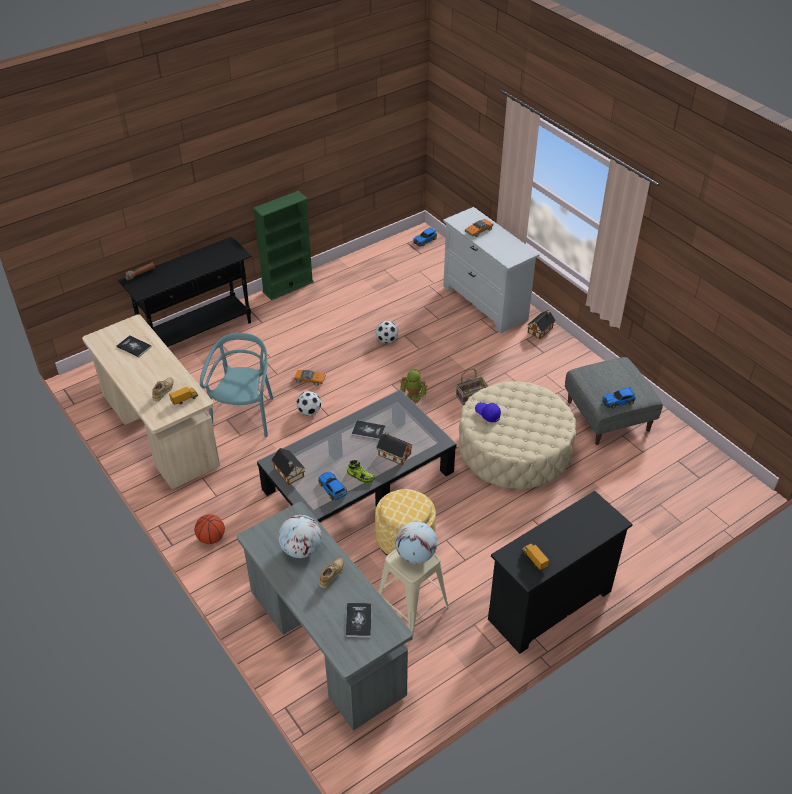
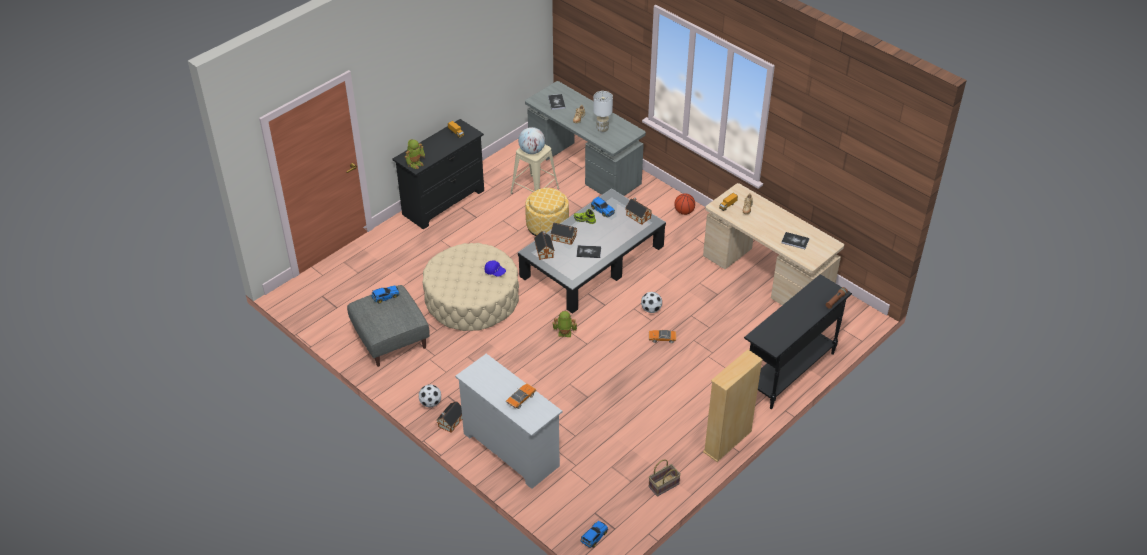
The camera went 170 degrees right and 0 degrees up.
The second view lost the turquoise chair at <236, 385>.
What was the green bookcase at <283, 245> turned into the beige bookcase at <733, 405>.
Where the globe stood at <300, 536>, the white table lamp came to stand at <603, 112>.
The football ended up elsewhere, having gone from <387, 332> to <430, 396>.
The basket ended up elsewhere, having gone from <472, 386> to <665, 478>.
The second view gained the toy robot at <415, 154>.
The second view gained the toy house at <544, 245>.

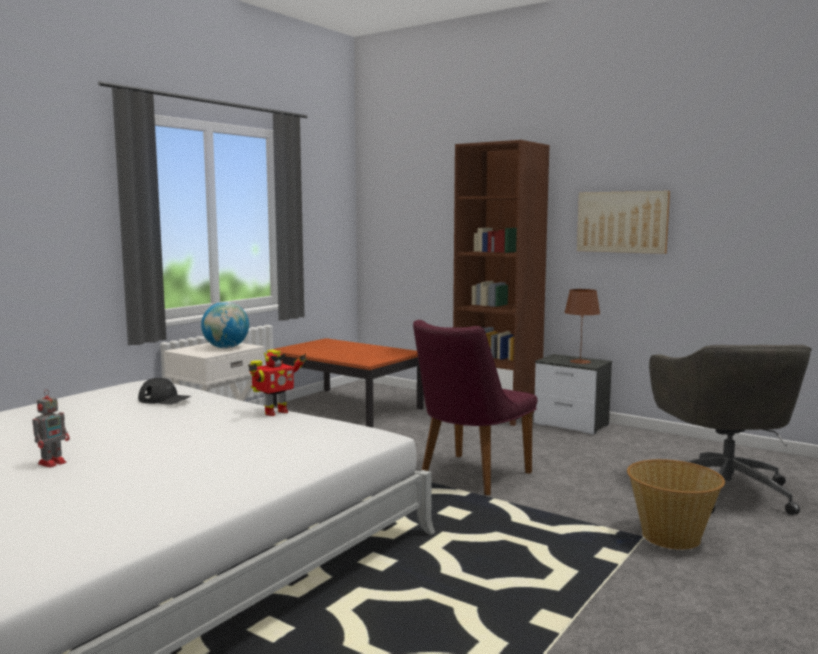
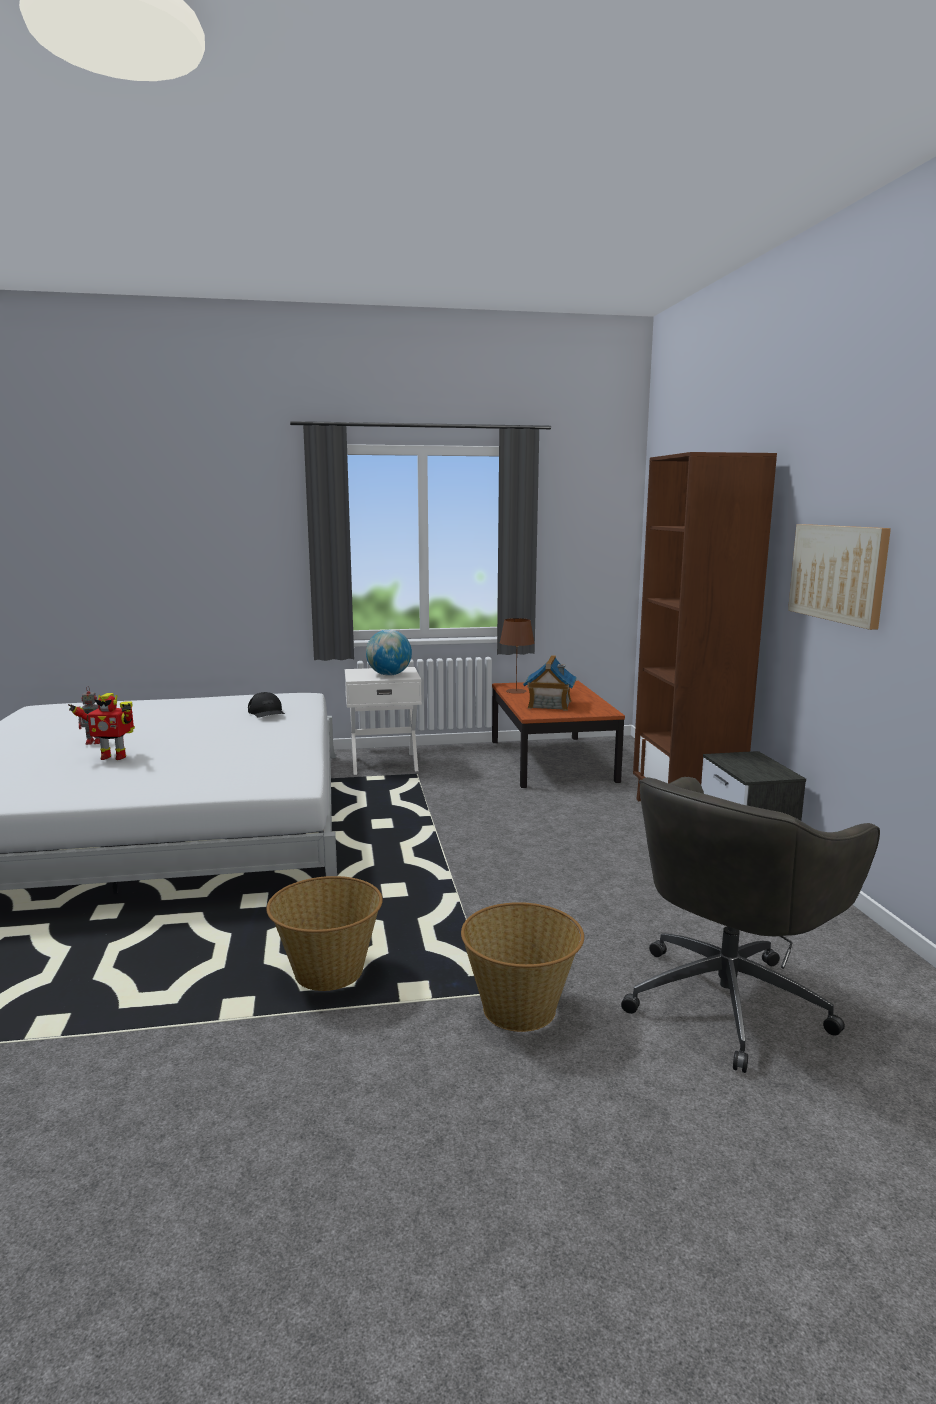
The camera went 45 degrees right and 5 degrees up.
The toy robot ended up elsewhere, having gone from <277, 383> to <101, 726>.
The second view lost the purple chair at <475, 407>.
The brown table lamp ended up elsewhere, having gone from <582, 326> to <517, 656>.
The second view gained the basket at <324, 933>.
The second view gained the toy house at <550, 683>.

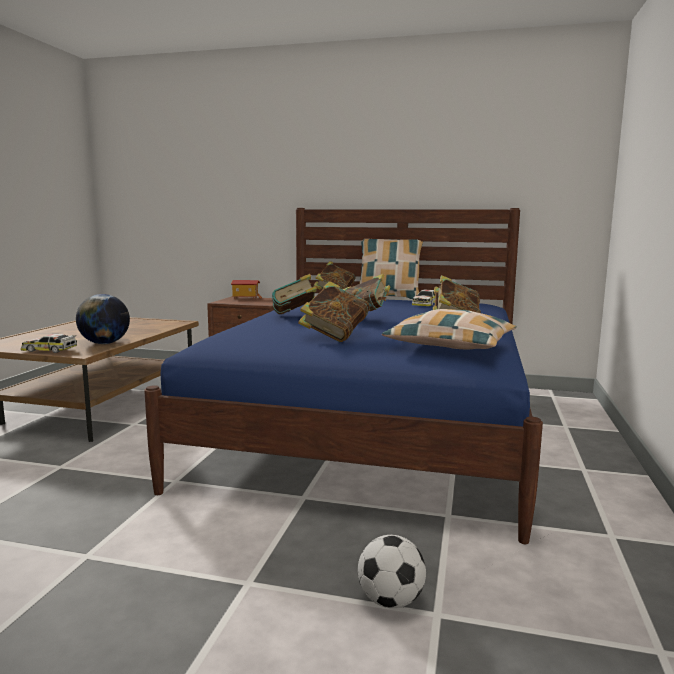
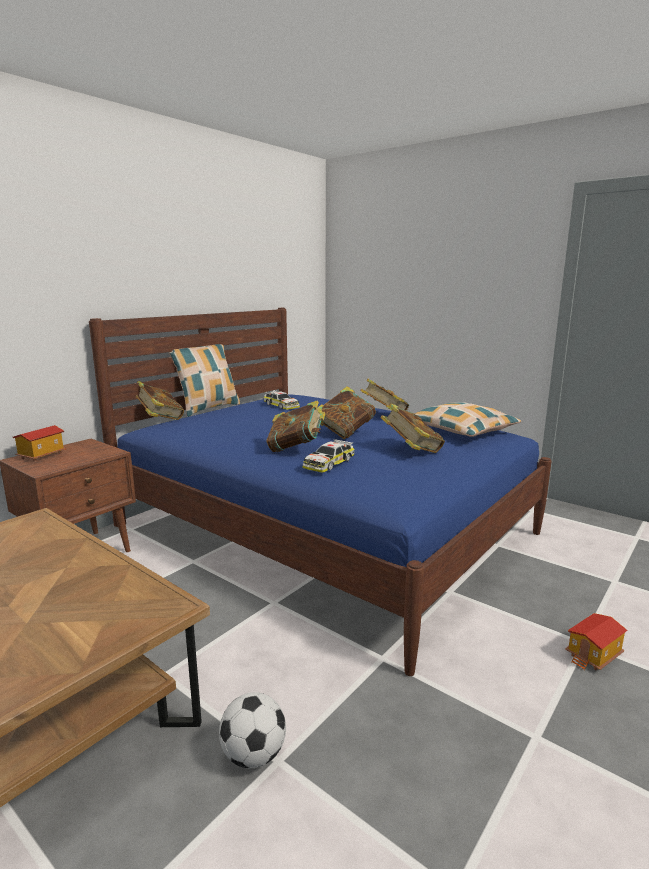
The camera went 65 degrees left and 5 degrees up.
The toy car ended up elsewhere, having gone from <49, 343> to <329, 456>.
The second view lost the globe at <103, 319>.
The football ended up elsewhere, having gone from <392, 571> to <252, 730>.
The second view gained the toy house at <596, 641>.

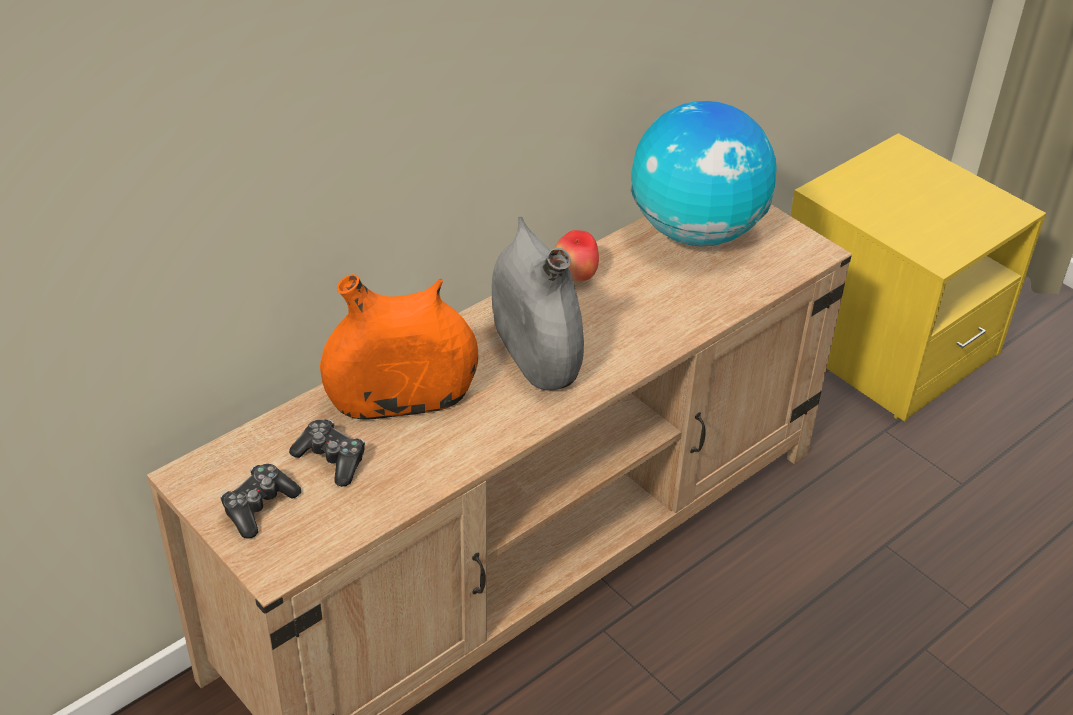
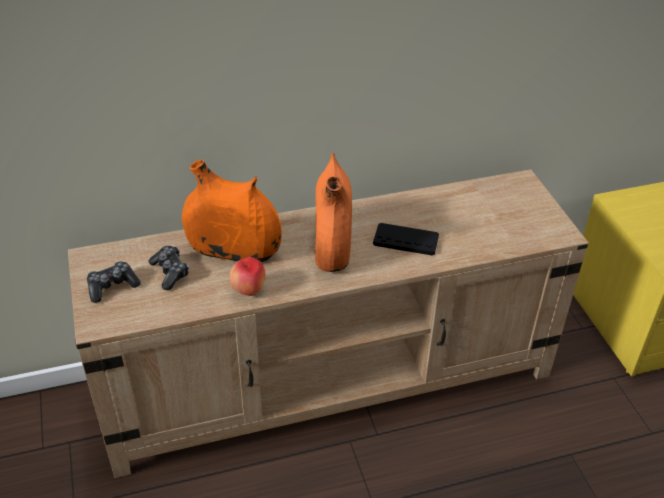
The camera went 25 degrees right and 0 degrees up.
What was the grey vase at <538, 304> turned into the orange vase at <333, 212>.
The apple ended up elsewhere, having gone from <577, 256> to <247, 276>.
The second view lost the globe at <704, 173>.
The second view gained the black game controller at <406, 239>.

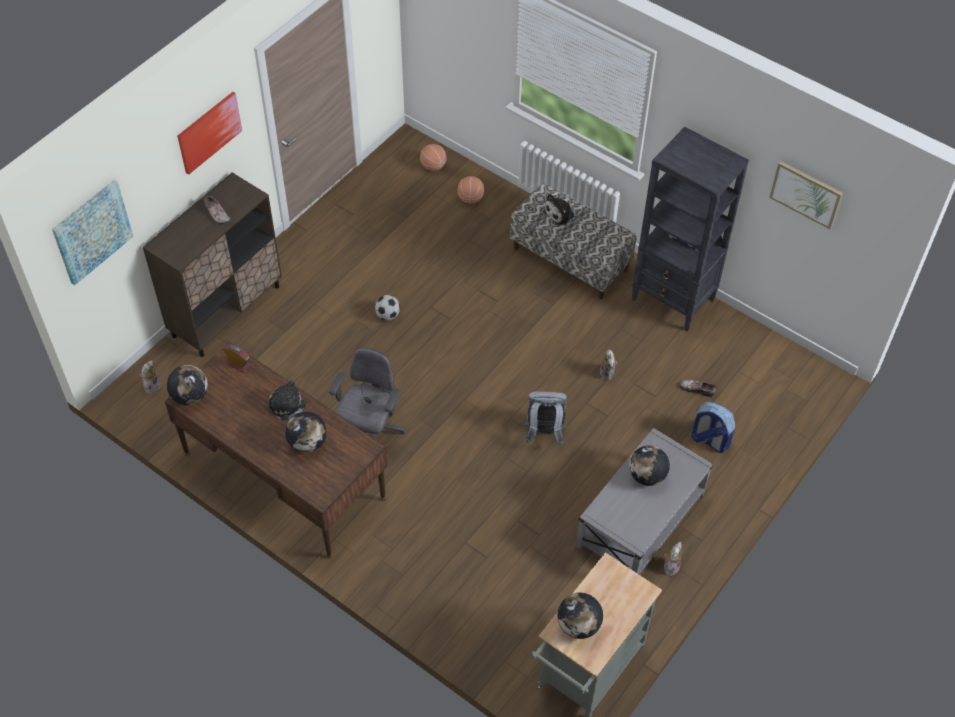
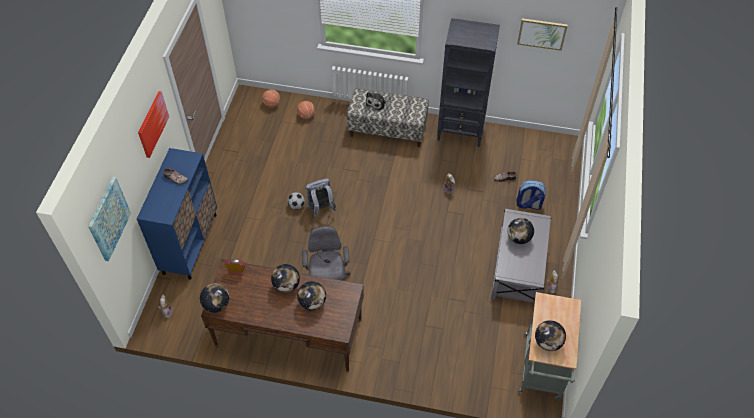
The camera went 25 degrees left and 0 degrees up.
What was the brown cabinet at <212, 265> turned into the blue cabinet at <177, 214>.
Where the plush toy stood at <287, 401>, the globe came to stand at <285, 278>.
The grey backpack ended up elsewhere, having gone from <545, 418> to <321, 197>.

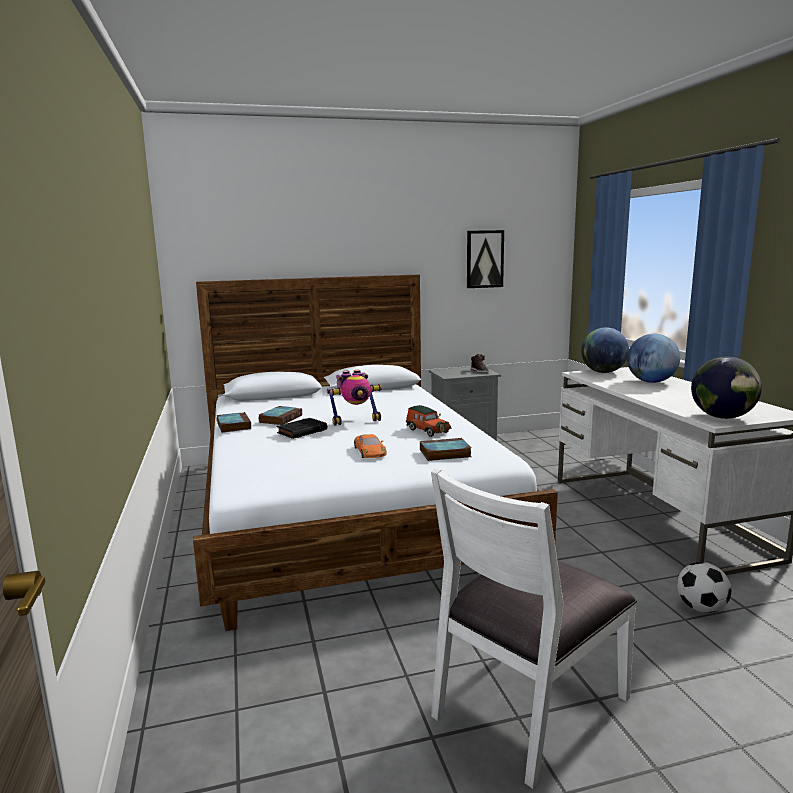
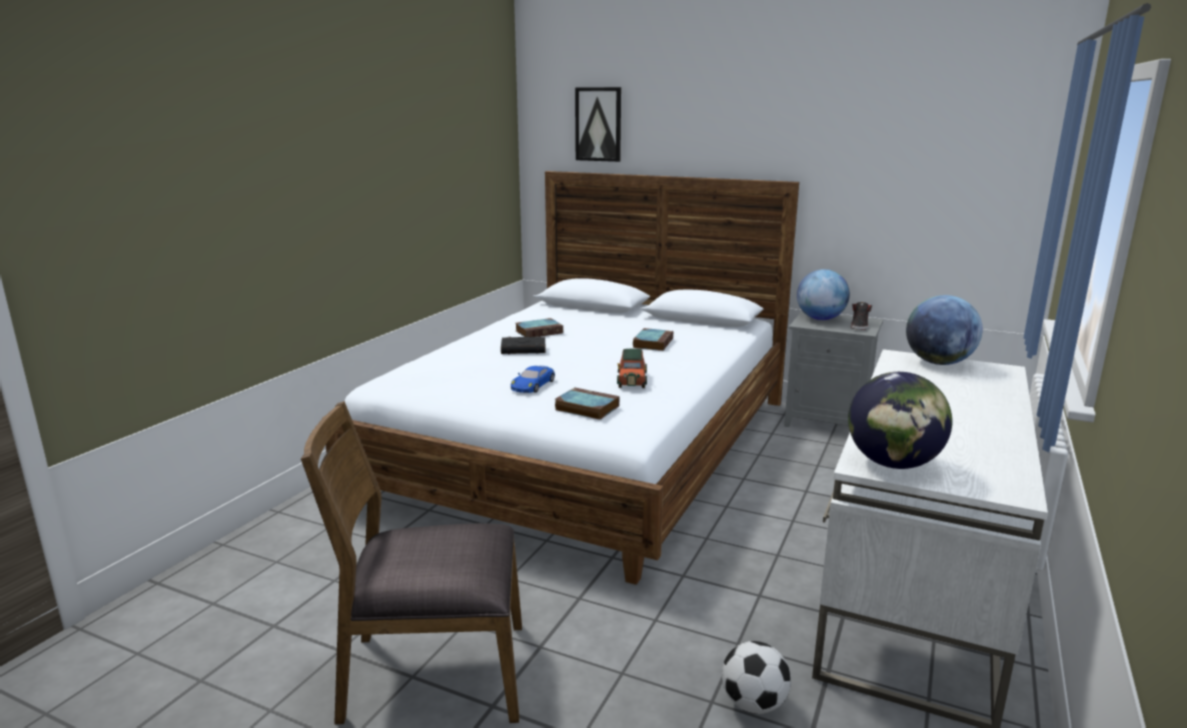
The camera went 40 degrees right and 5 degrees up.
The book ended up elsewhere, having gone from <234, 422> to <653, 339>.
The second view lost the toy robot at <354, 398>.
What was the orange toy car at <370, 446> turned into the blue toy car at <533, 379>.
What was the white chair at <534, 628> turned into the brown chair at <411, 563>.
The picture ended up elsewhere, having gone from <485, 259> to <598, 124>.
The globe ended up elsewhere, having gone from <653, 358> to <823, 294>.

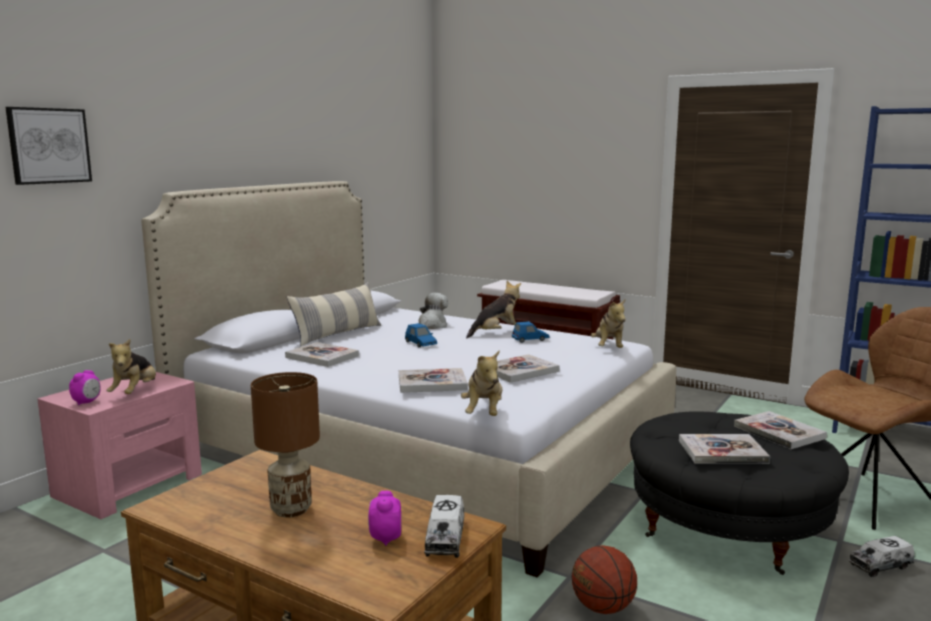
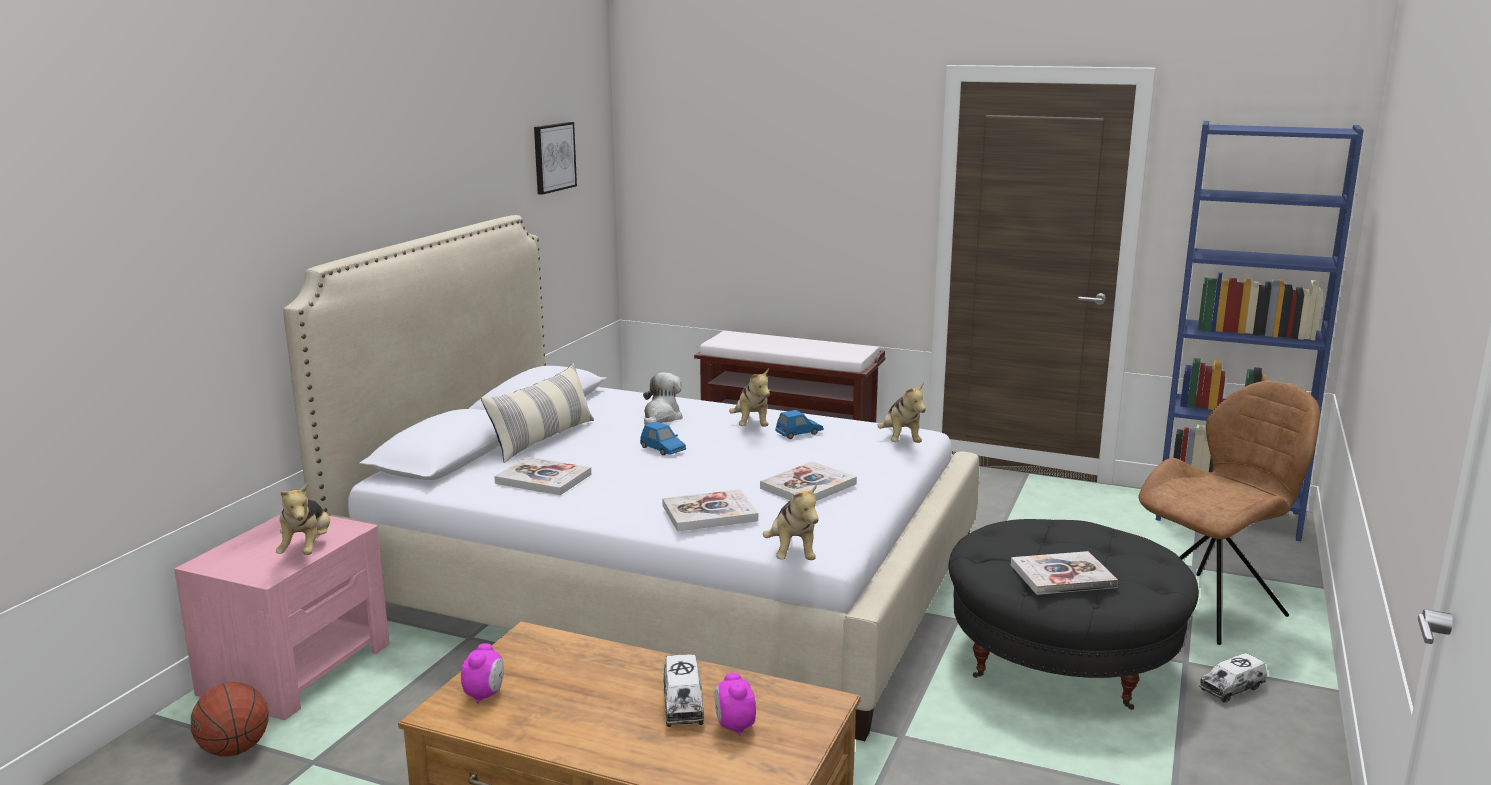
The camera went 10 degrees left and 5 degrees up.
The picture ended up elsewhere, having gone from <48, 146> to <555, 158>.
The alarm clock ended up elsewhere, having gone from <85, 387> to <482, 673>.
The second view lost the brown table lamp at <285, 445>.
The toy truck ended up elsewhere, having gone from <444, 526> to <683, 691>.
The plush toy at <493, 309> ended up facing another way, 120 degrees clockwise from before.
The basketball ended up elsewhere, having gone from <604, 579> to <230, 719>.
The second view lost the book at <780, 430>.

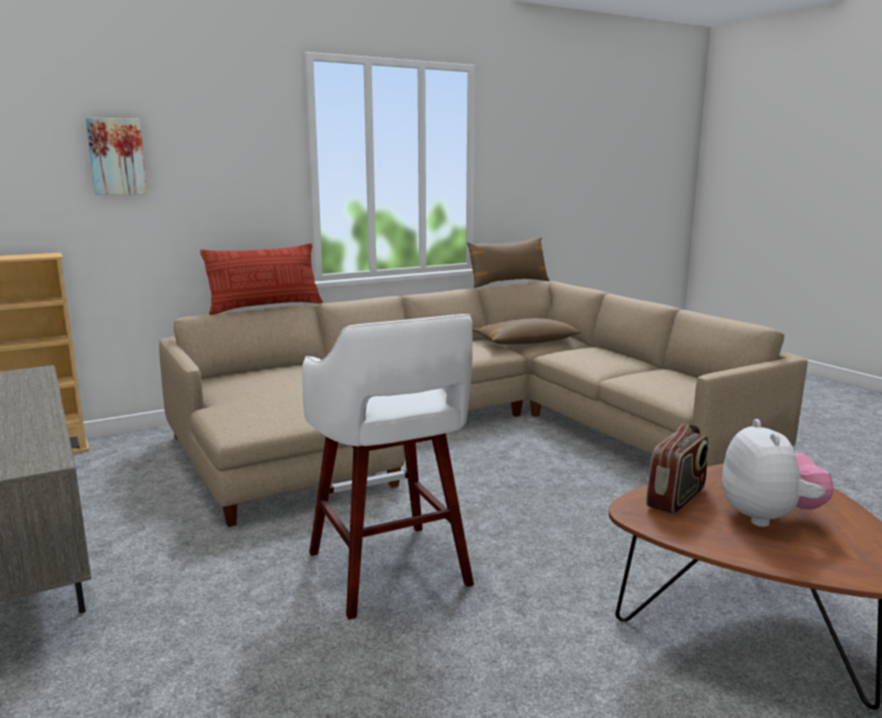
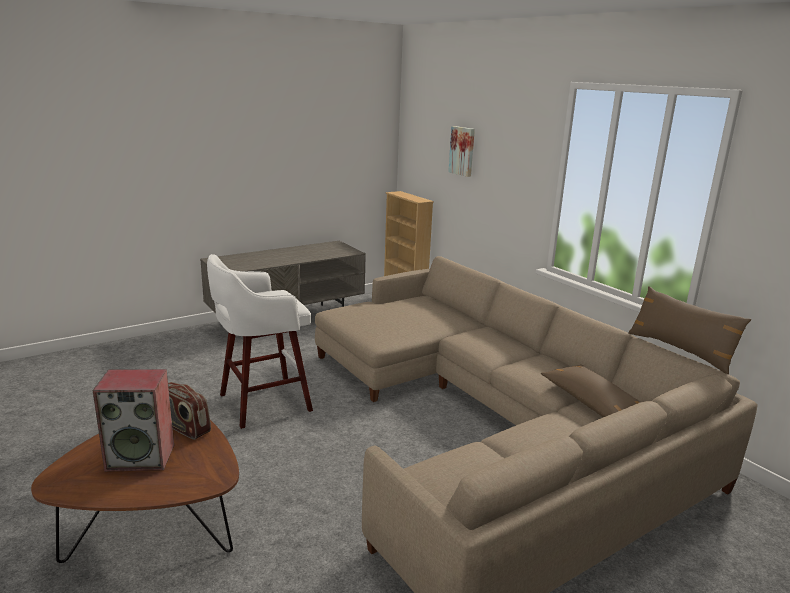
The camera went 85 degrees right and 5 degrees up.
The second view lost the pillow at <261, 279>.
Where the plush toy stood at <777, 473>, the speaker came to stand at <133, 420>.

